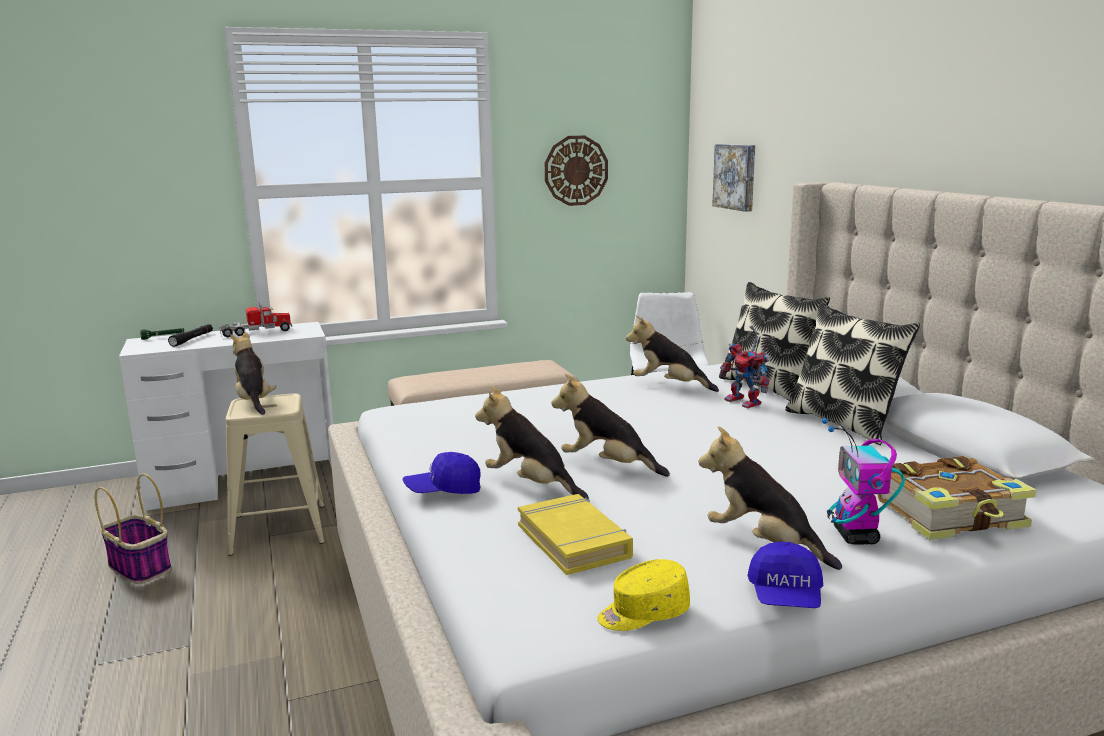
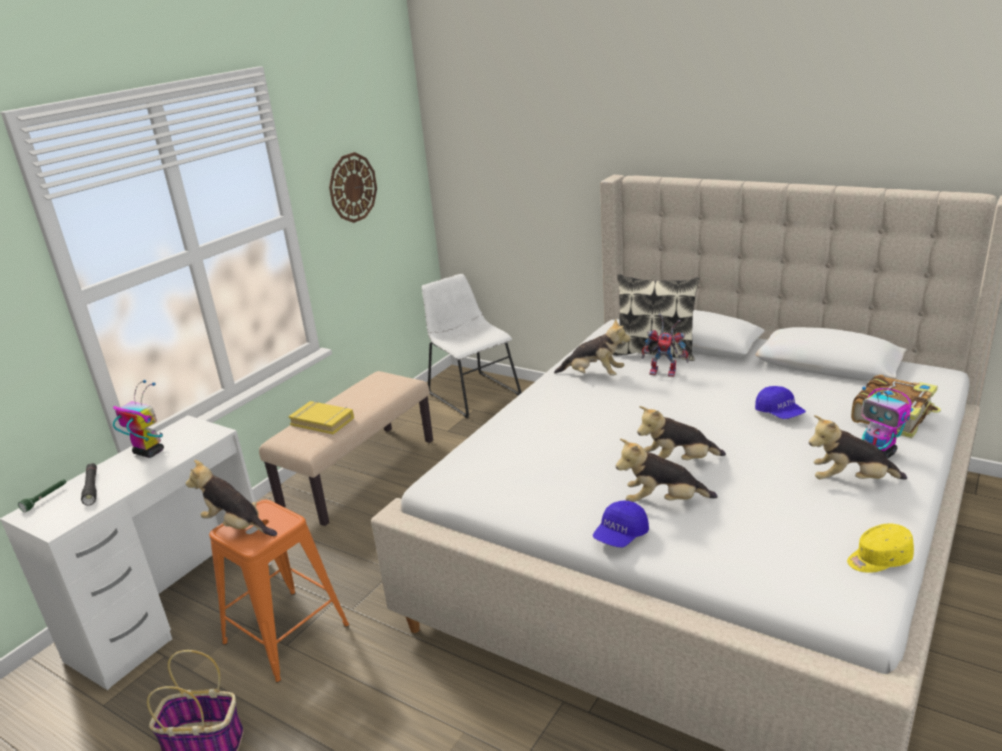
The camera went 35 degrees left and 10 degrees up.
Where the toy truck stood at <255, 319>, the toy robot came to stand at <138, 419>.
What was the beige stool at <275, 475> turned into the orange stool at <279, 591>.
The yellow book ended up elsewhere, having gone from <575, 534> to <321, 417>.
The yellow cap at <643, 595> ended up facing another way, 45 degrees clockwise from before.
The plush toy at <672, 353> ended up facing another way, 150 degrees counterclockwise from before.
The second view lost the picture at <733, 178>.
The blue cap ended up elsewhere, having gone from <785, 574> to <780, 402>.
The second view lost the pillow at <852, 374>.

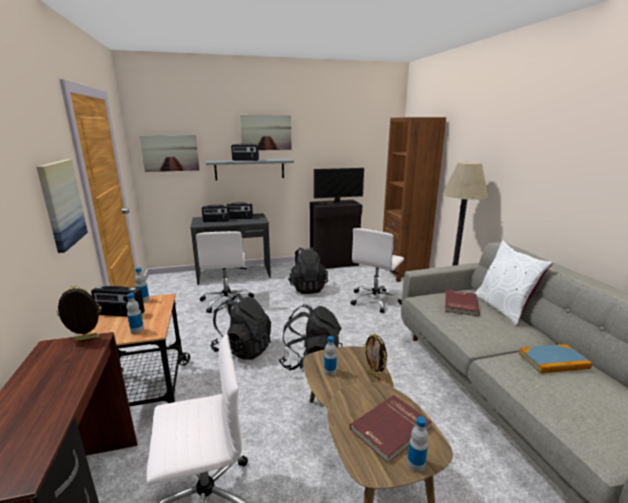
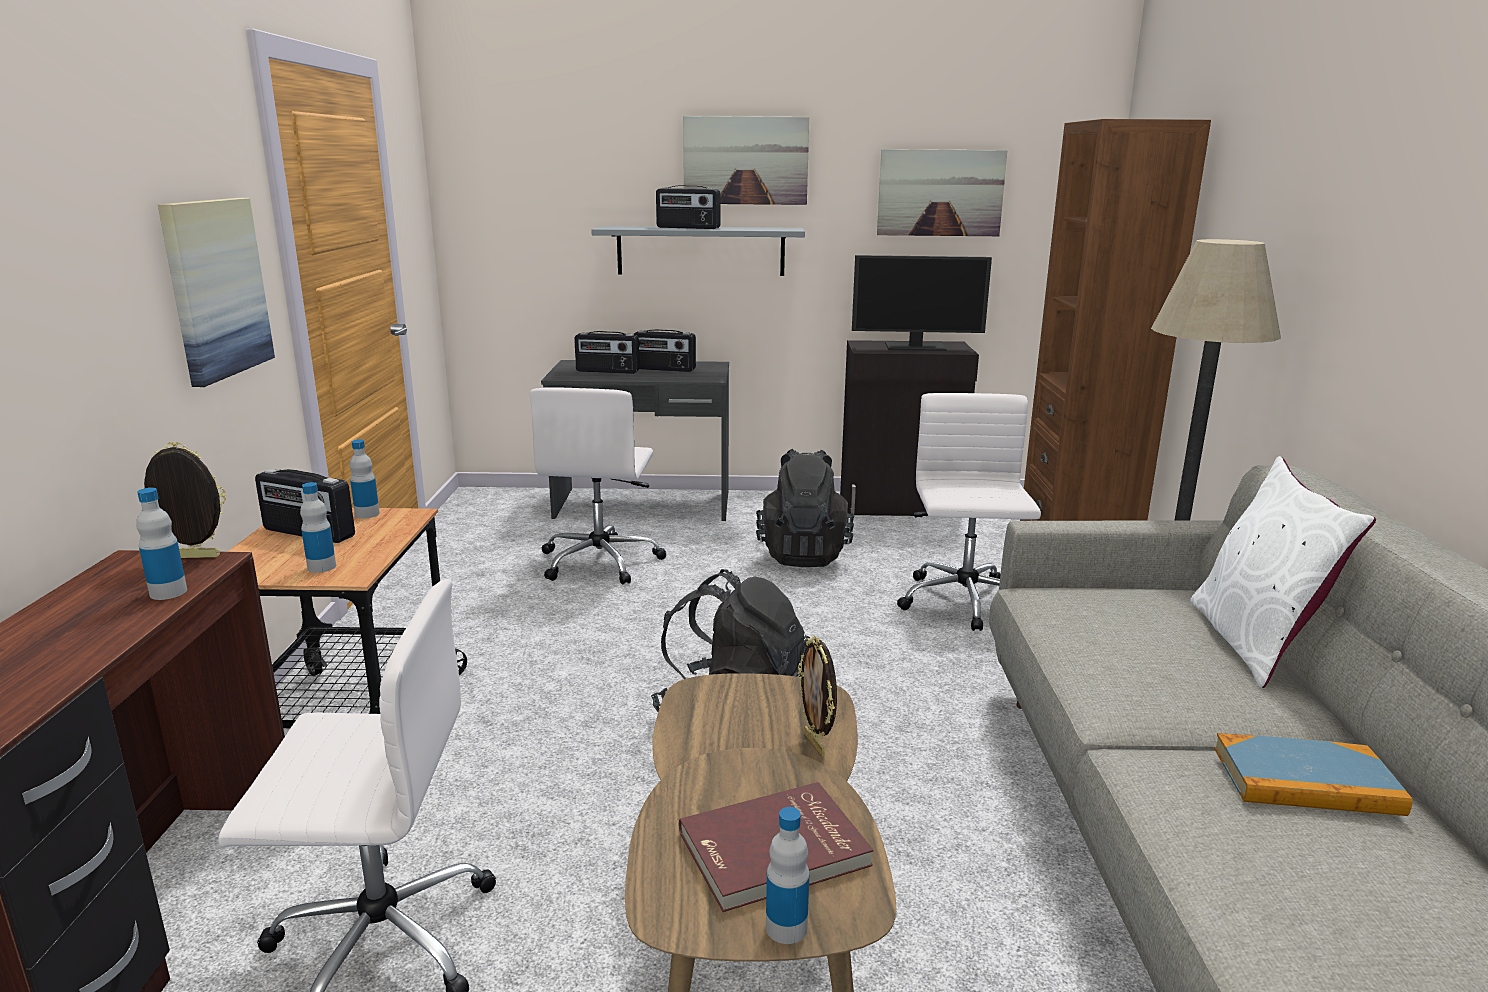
The camera went 15 degrees right and 0 degrees up.
The picture ended up elsewhere, having gone from <169, 153> to <942, 192>.
The second view lost the black backpack at <241, 326>.
The bottle ended up elsewhere, having gone from <330, 356> to <161, 544>.
The white office chair at <377, 270> ended up facing another way, 135 degrees clockwise from before.
The second view lost the red book at <462, 303>.

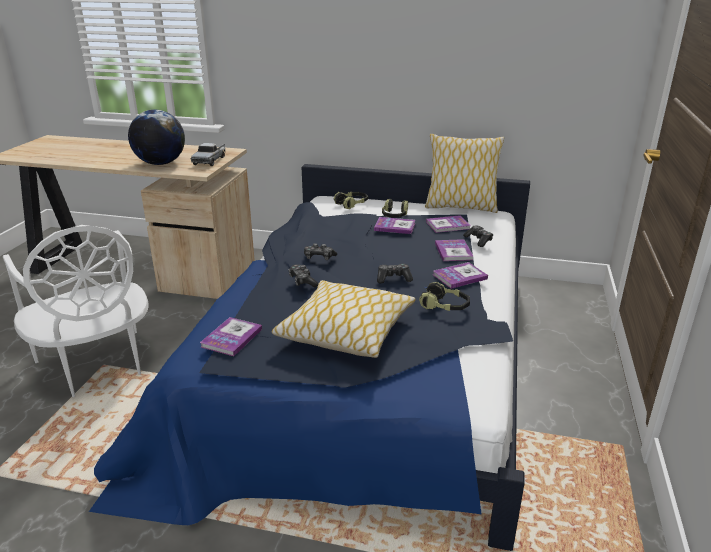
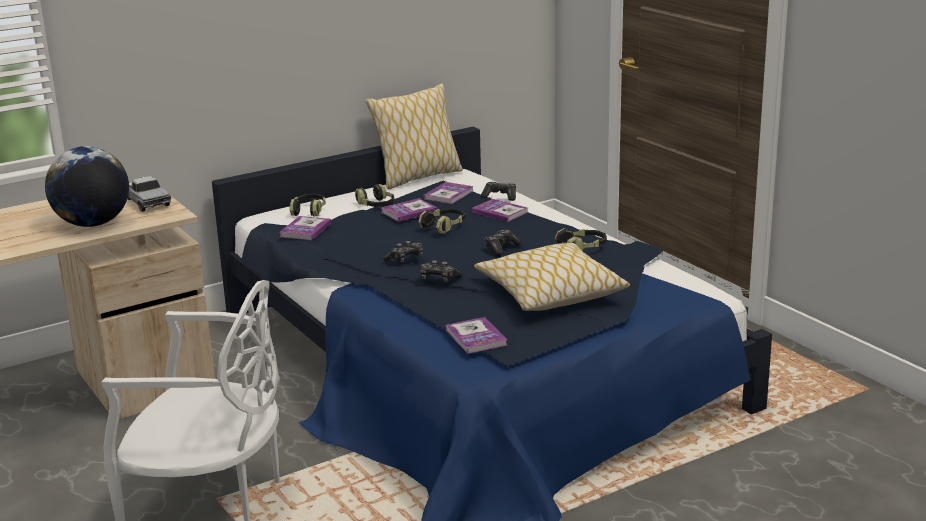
The camera went 45 degrees left and 5 degrees down.
The book ended up elsewhere, having gone from <460, 275> to <305, 228>.
The second view gained the headphones at <441, 221>.

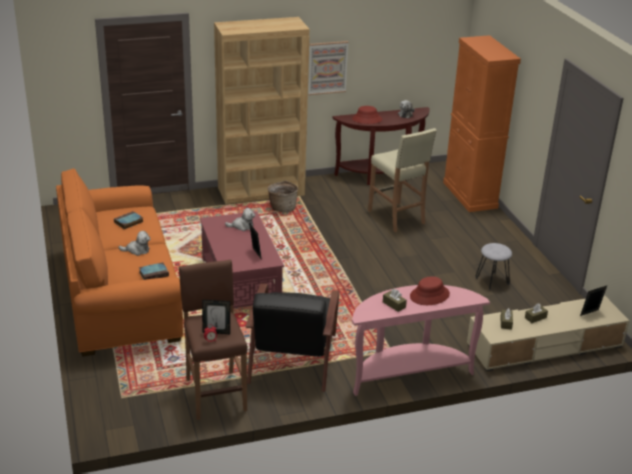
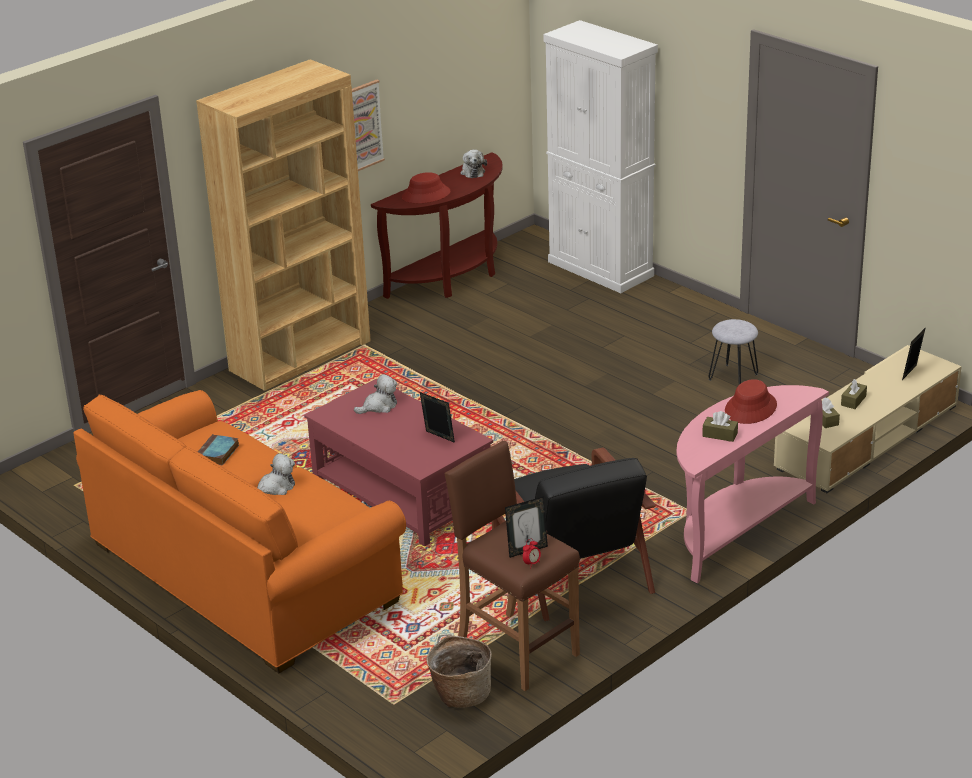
The camera went 25 degrees left and 0 degrees up.
The second view lost the book at <154, 271>.
The basket ended up elsewhere, having gone from <283, 196> to <459, 671>.
The second view lost the beige stool at <402, 180>.
What was the orange cabinet at <482, 123> turned into the white cabinet at <600, 156>.

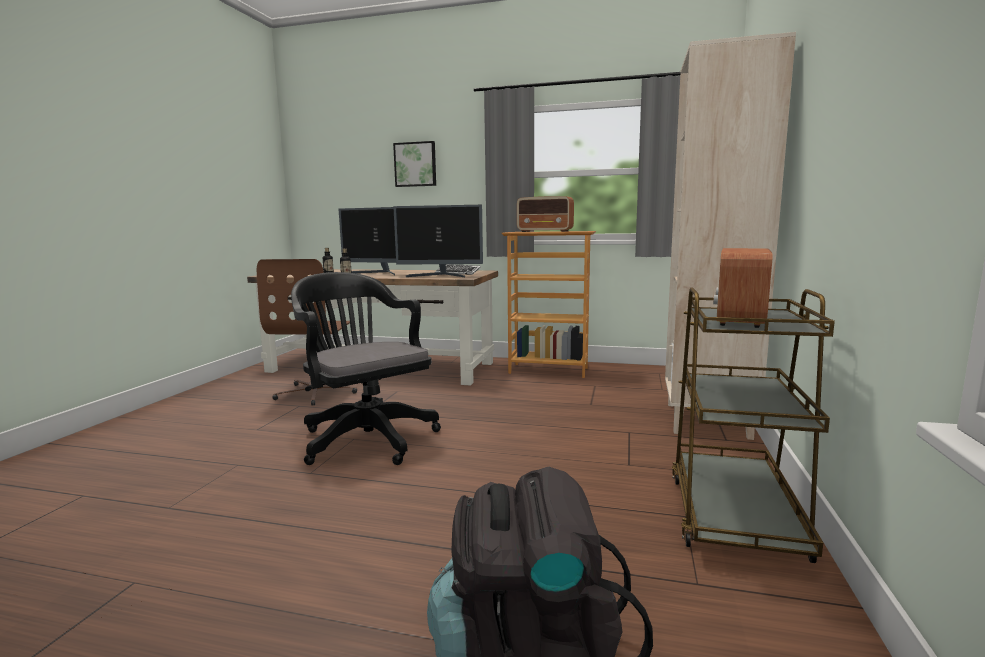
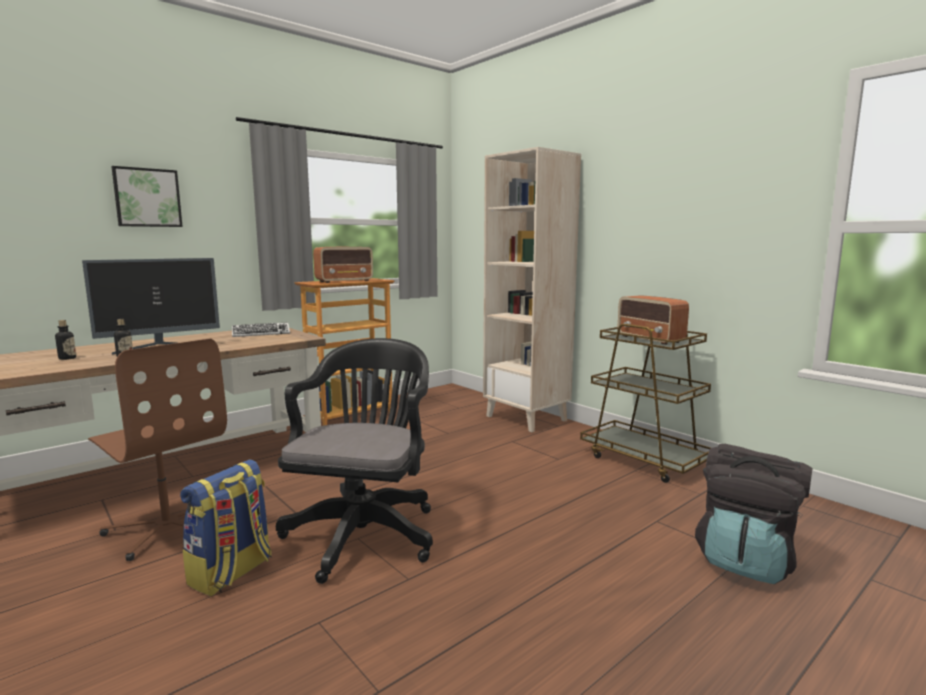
The camera went 55 degrees left and 0 degrees up.
The black office chair at <366, 368> ended up facing another way, 105 degrees clockwise from before.
The second view lost the monitor at <438, 241>.
The second view gained the backpack at <226, 527>.

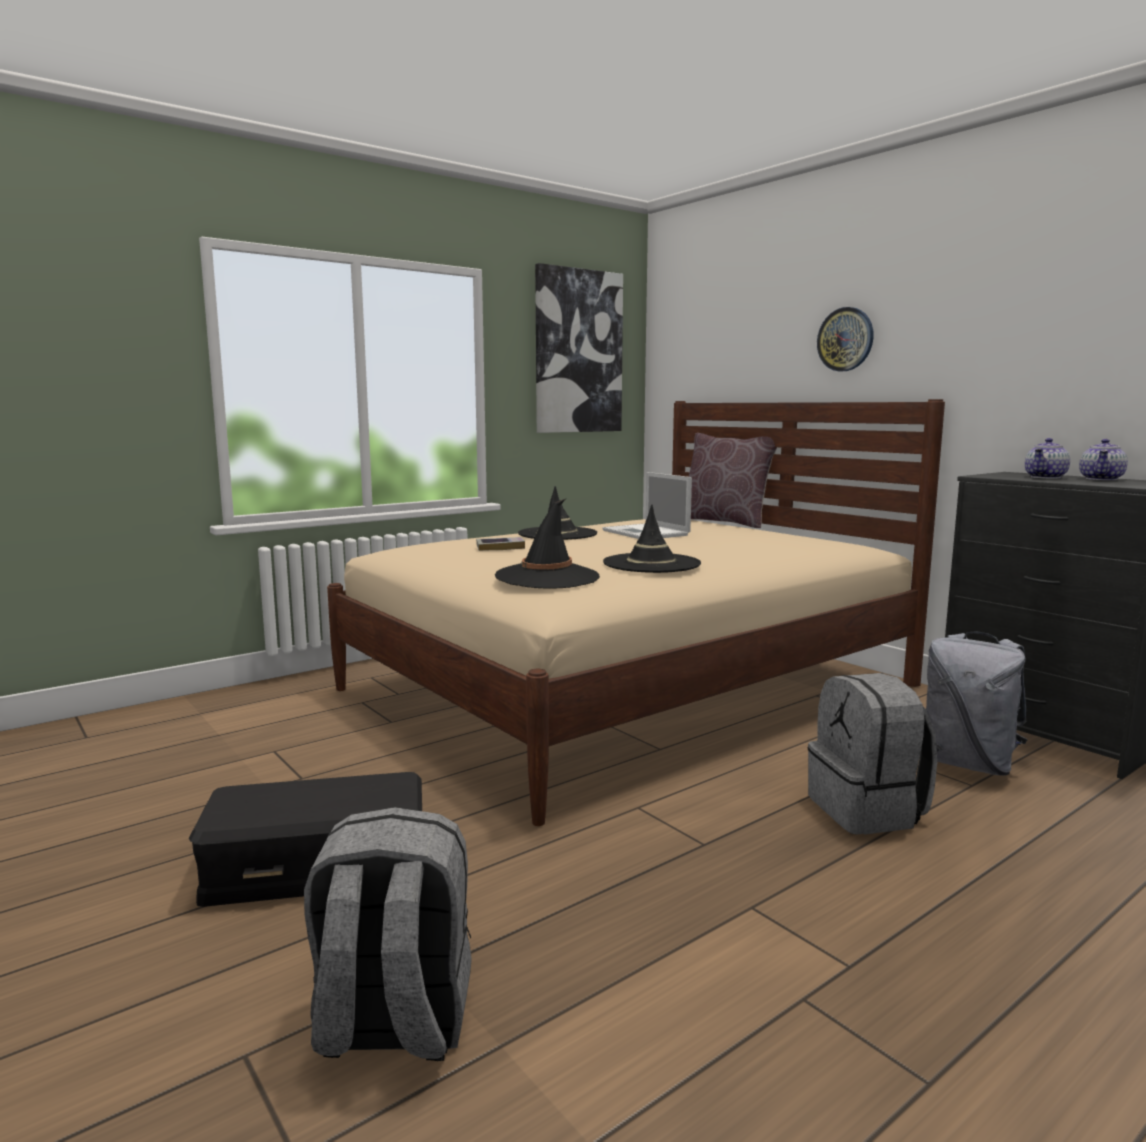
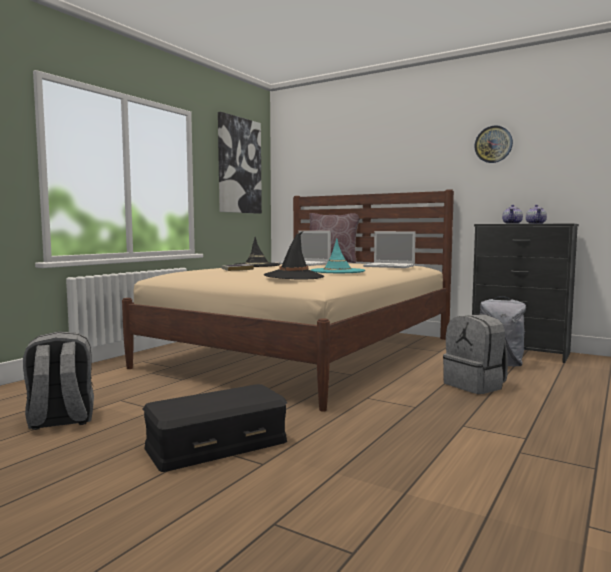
The camera went 20 degrees left and 5 degrees down.
The grey backpack ended up elsewhere, having gone from <388, 934> to <58, 380>.
What was the black hat at <652, 538> turned into the turquoise hat at <338, 255>.
The wall clock ended up elsewhere, having gone from <845, 339> to <494, 144>.
The second view gained the laptop at <389, 249>.

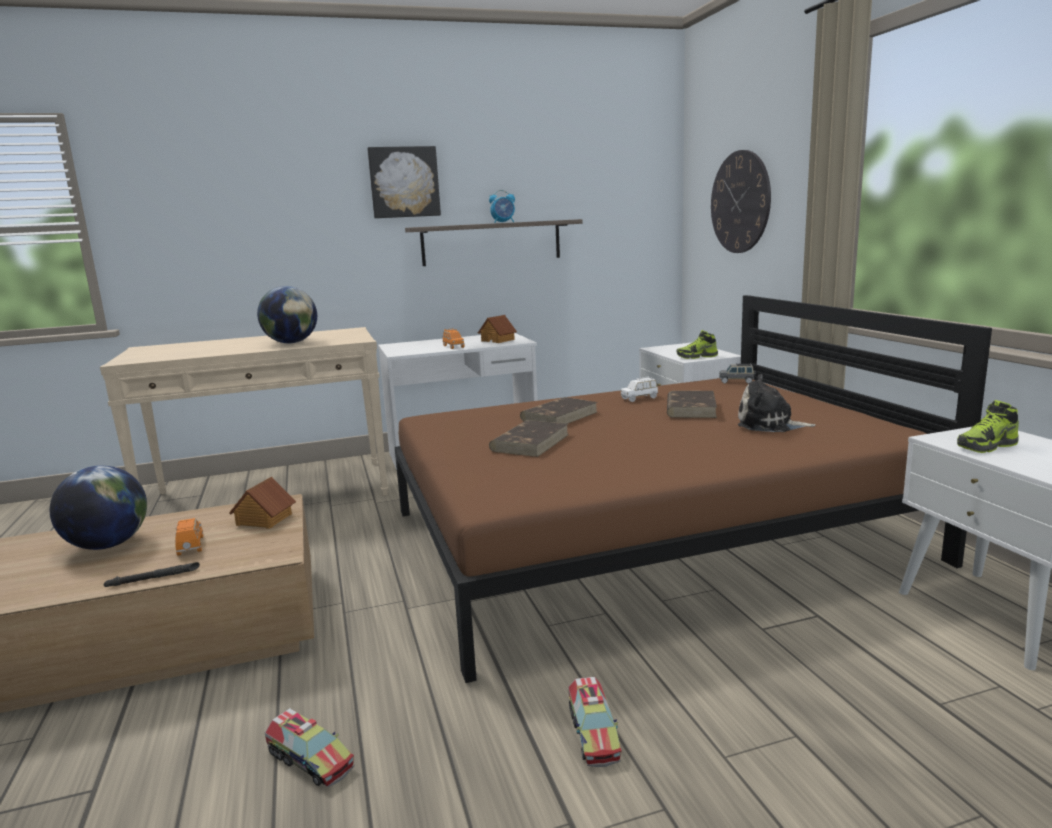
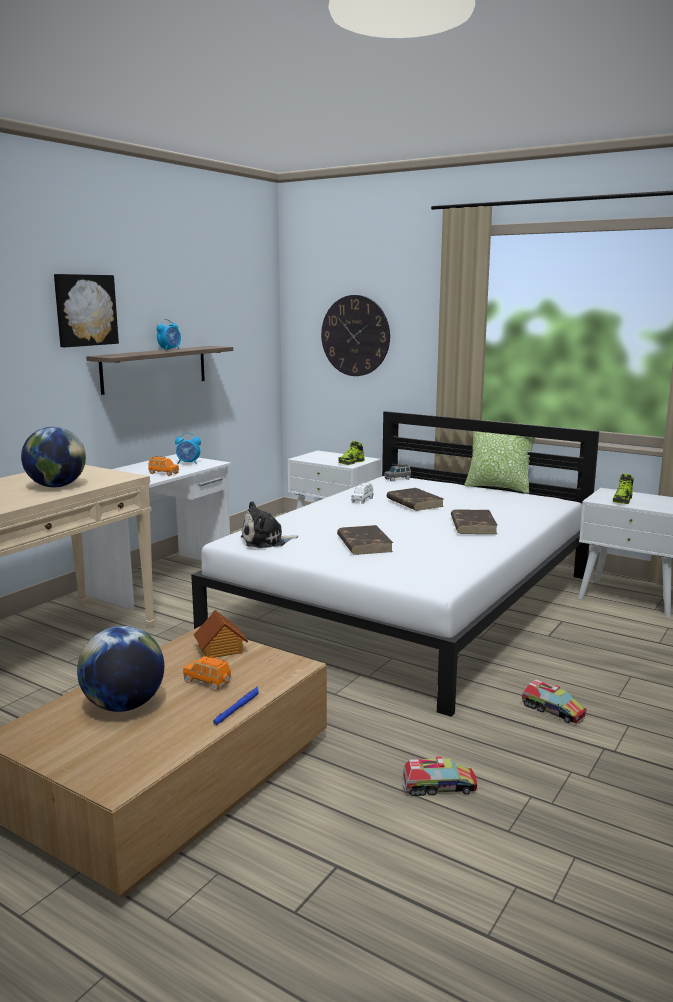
The camera went 40 degrees left and 0 degrees up.
What was the black flashlight at <152, 574> turned into the blue flashlight at <236, 705>.
What was the brown bed at <693, 489> turned into the white bed at <395, 564>.
Where the toy house stood at <497, 329>, the alarm clock came to stand at <188, 448>.
The brown book ended up elsewhere, having gone from <559, 410> to <474, 521>.
The plush toy ended up elsewhere, having gone from <777, 403> to <269, 524>.
The second view gained the pillow at <500, 462>.

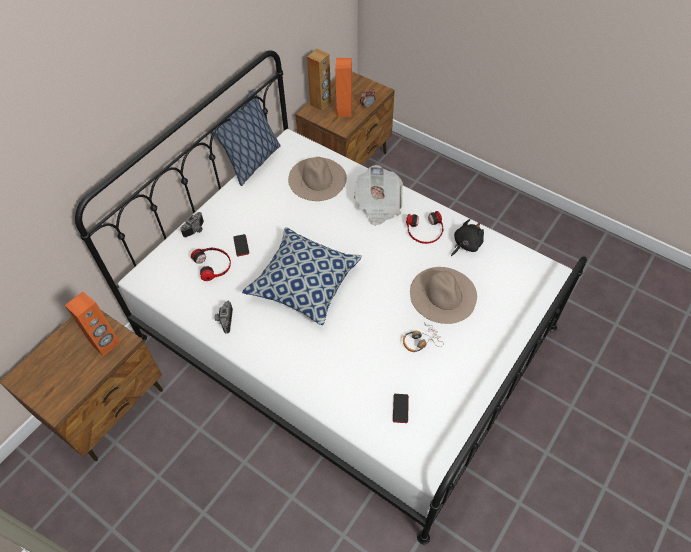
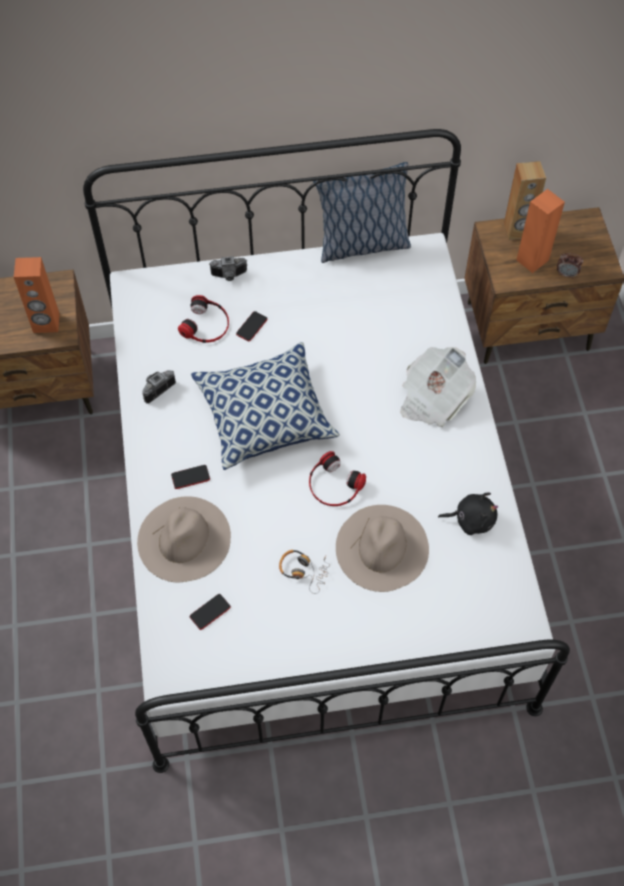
The camera went 45 degrees right and 5 degrees up.
The beige hat ended up elsewhere, having gone from <317, 179> to <184, 539>.
The headphones ended up elsewhere, having gone from <425, 227> to <337, 478>.
The second view gained the phone at <190, 477>.

